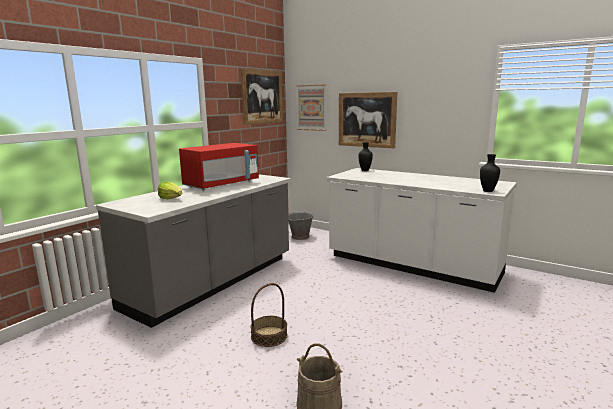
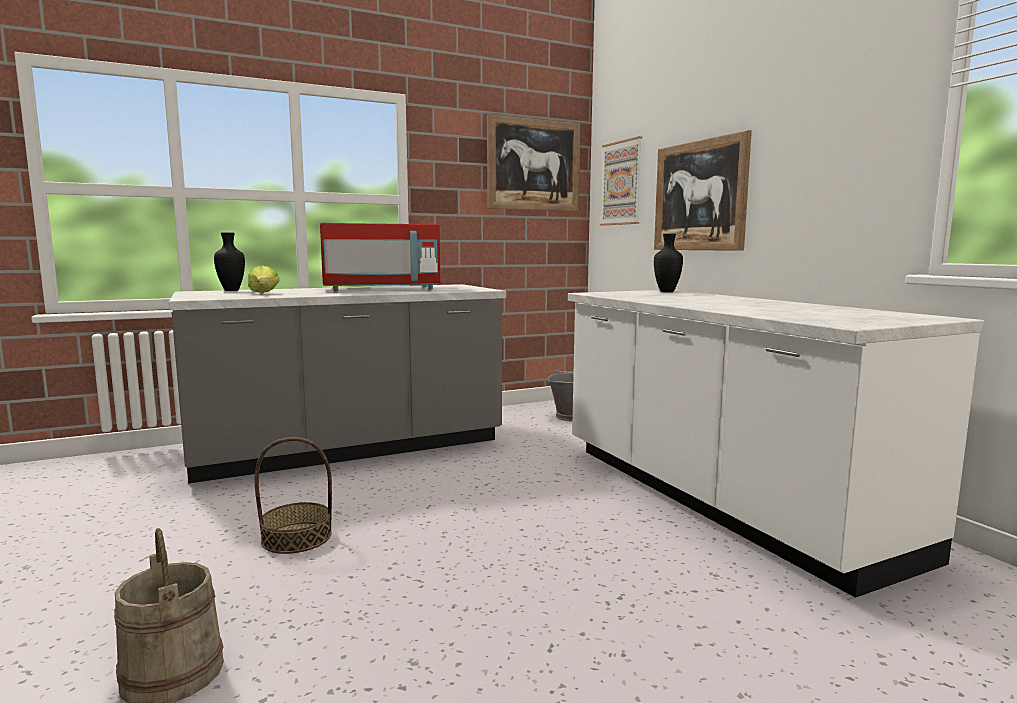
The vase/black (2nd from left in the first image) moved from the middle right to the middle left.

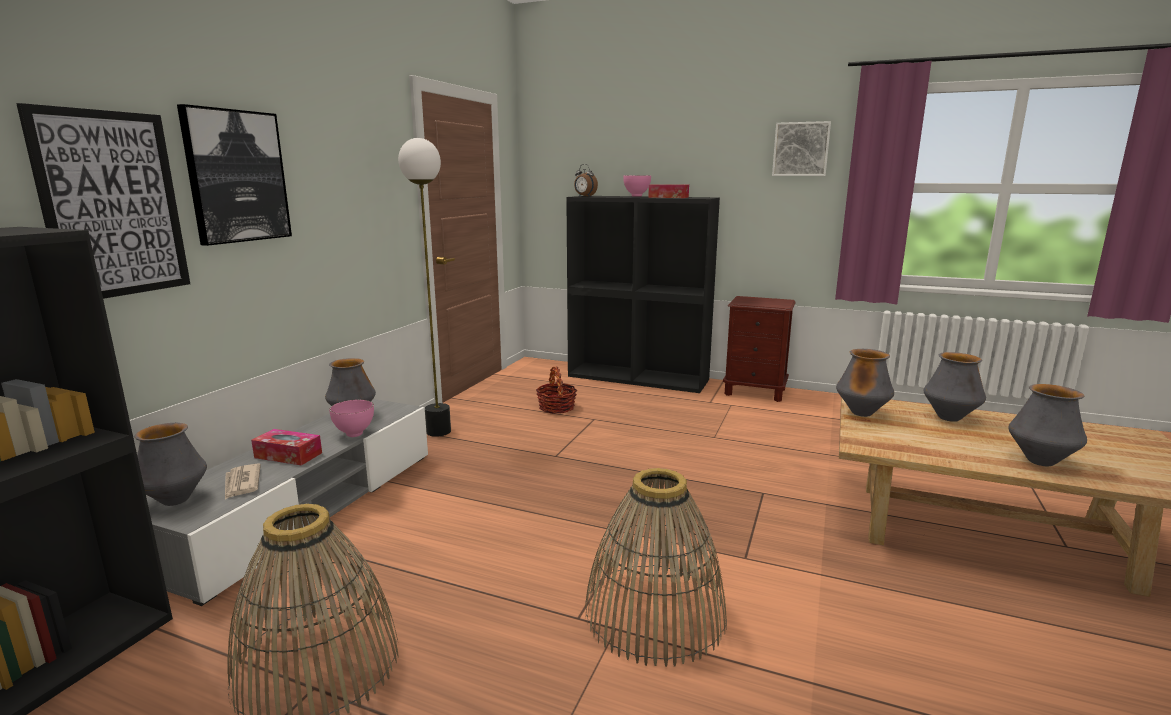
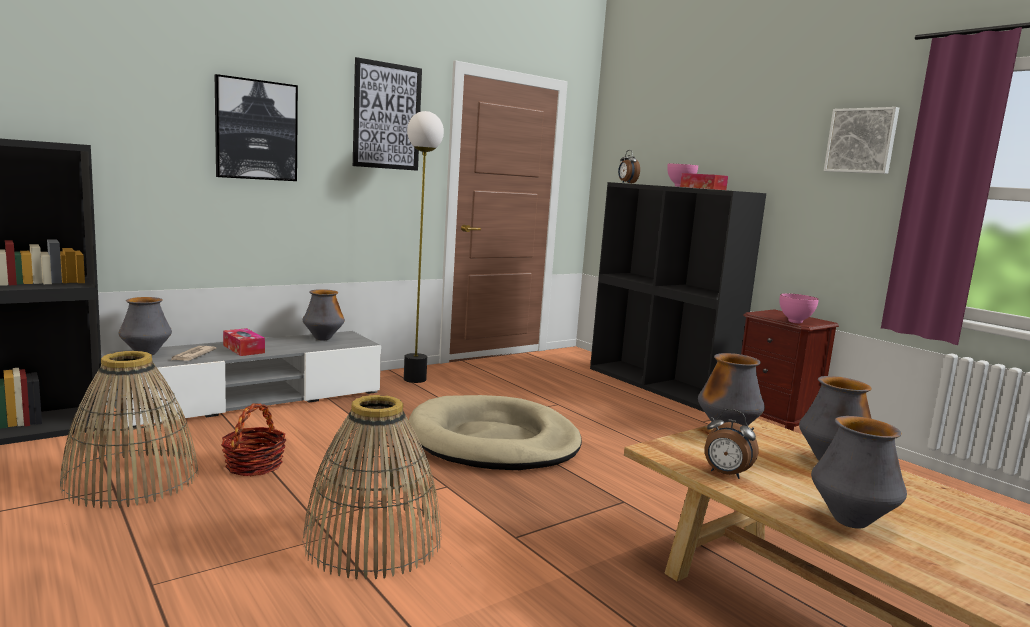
The basket (2nd from left) moved from the centre to the bottom left.
The picture (1st from left in the first image) moved from the top left to the top centre.
The dog bed/beige at the bottom centre appeared.
The alarm clock (2nd from left) at the bottom right appeared.
The bowl/pink (1st from left in the first image) moved from the middle left to the middle right.

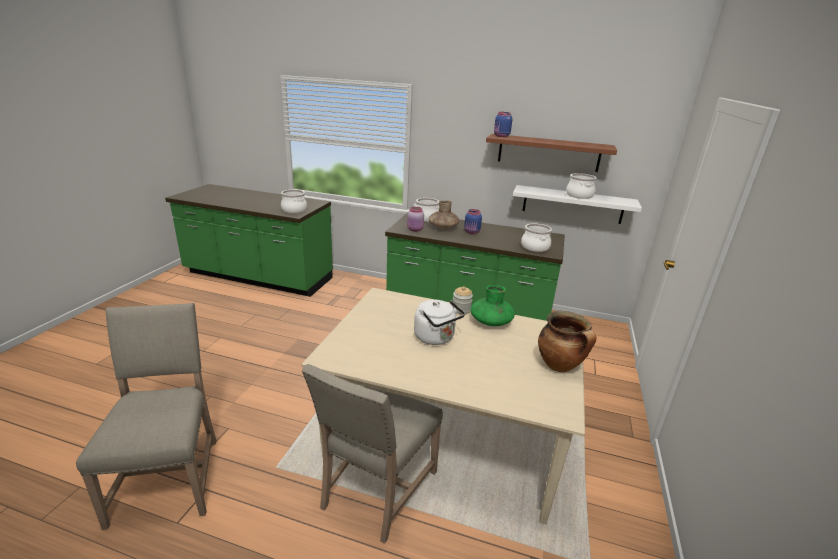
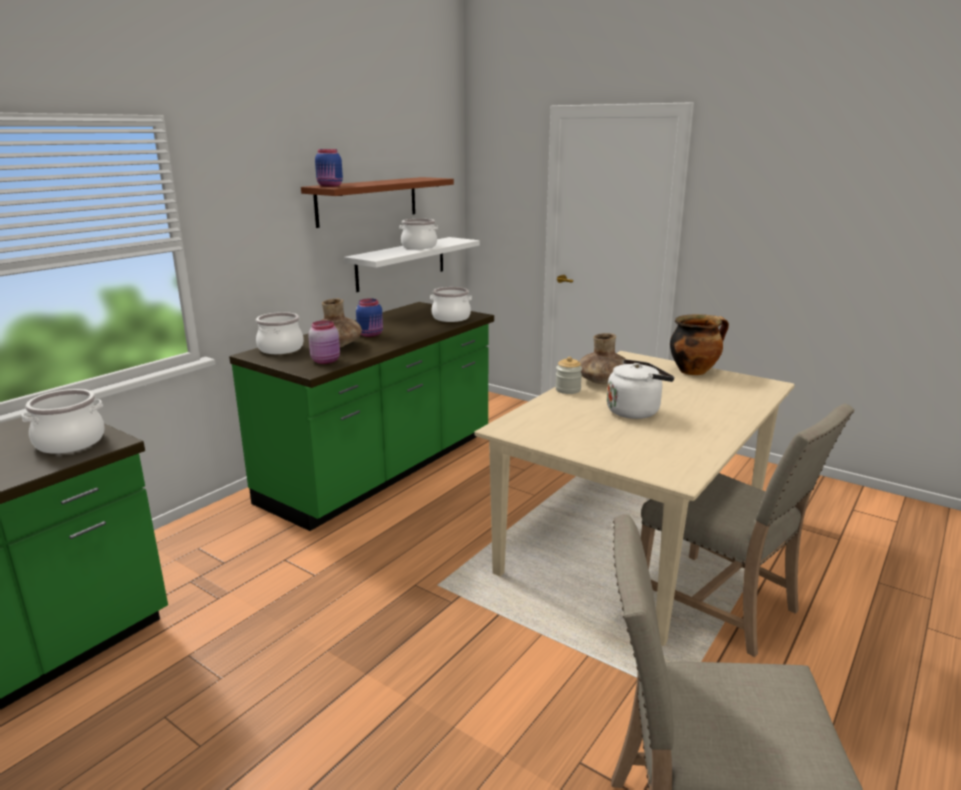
The vase/green at the centre became the vase/brown (2nd from left) at the centre.

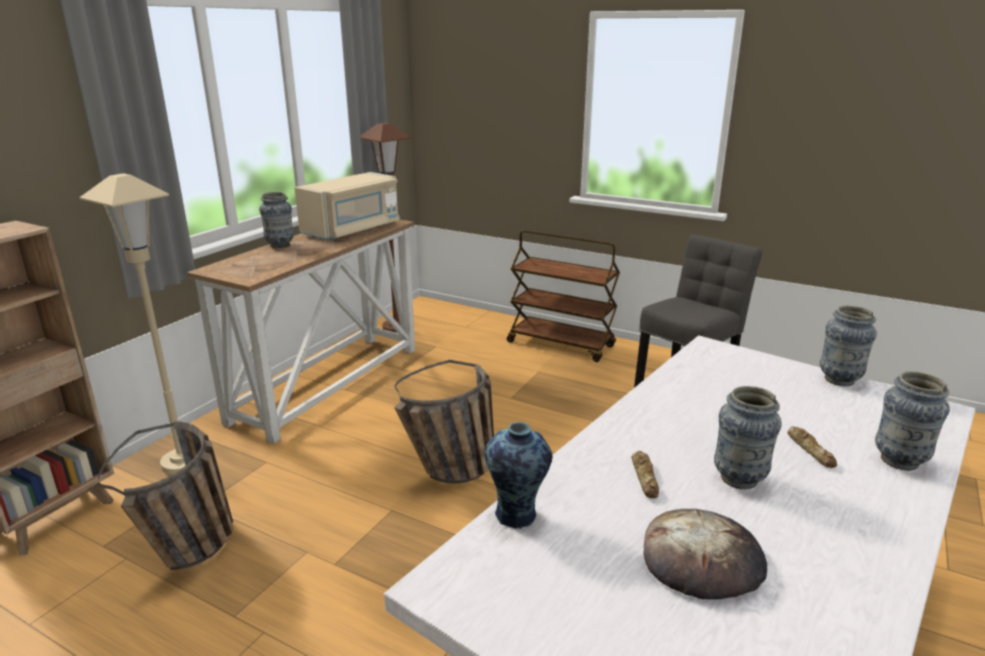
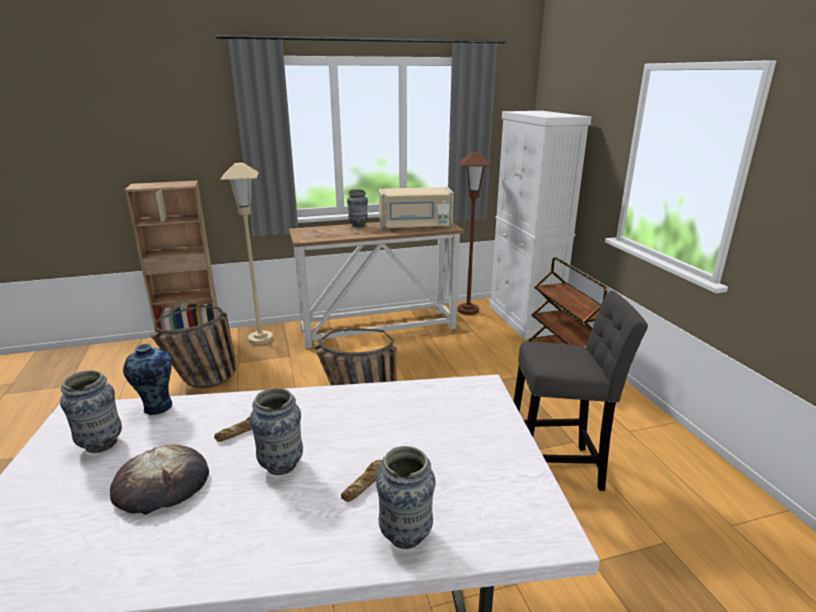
The vase (4th from left in the first image) moved from the middle right to the bottom left.
The cabinet/white at the centre appeared.

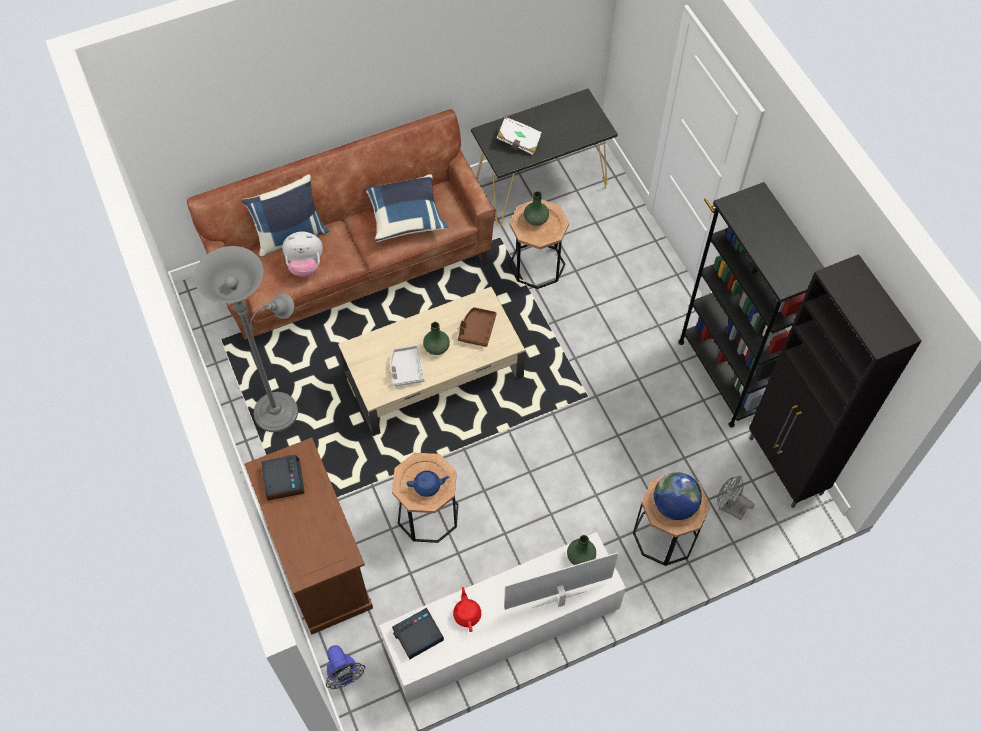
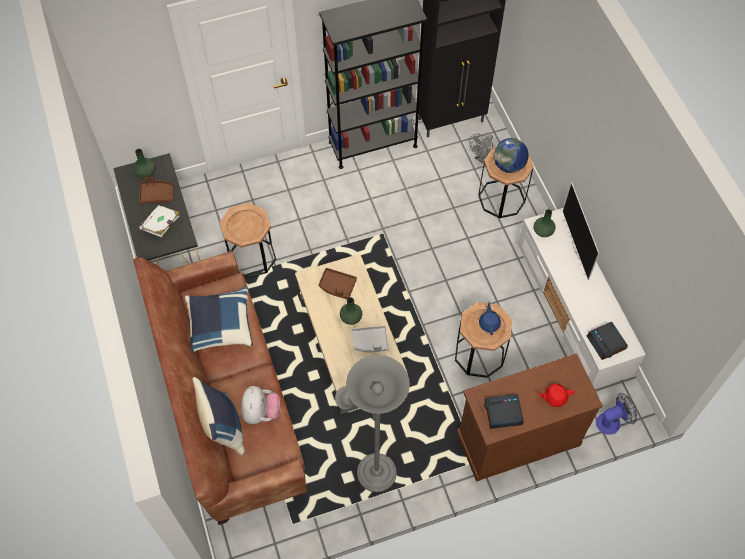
The vase/green (2nd from left in the first image) moved from the top centre to the top left.
The tray/brown (1st from left) at the middle left appeared.
The teapot/red moved from the bottom centre to the bottom right.

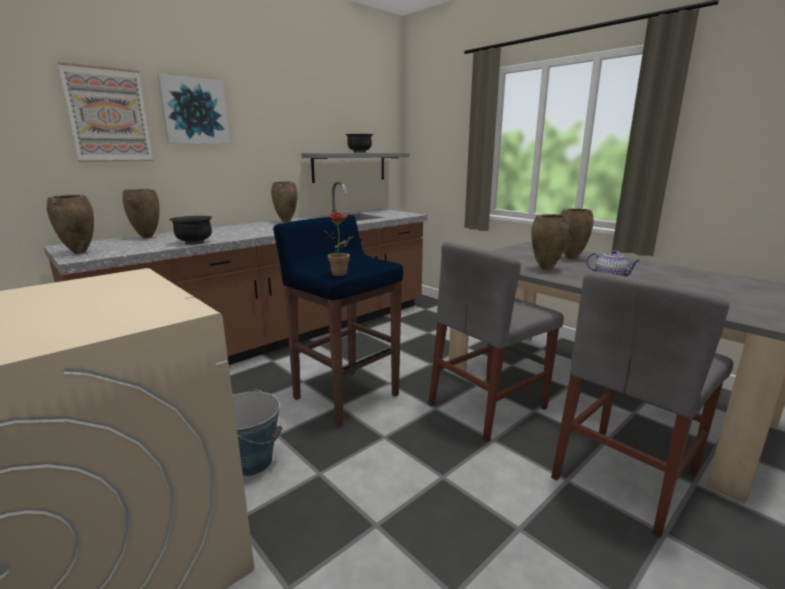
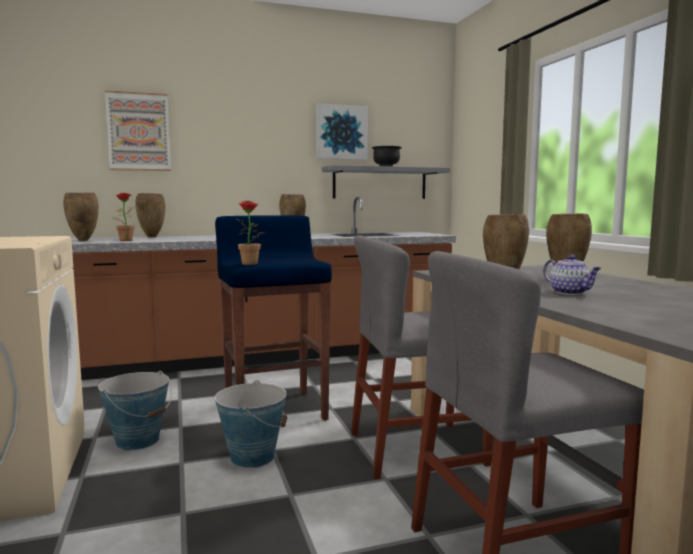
The potted plant (1st from left) at the middle left appeared.
The bucket (2nd from left) at the bottom centre appeared.
The picture (2nd from left) moved from the top left to the top centre.
The bowl/black (1st from left) at the middle left disappeared.

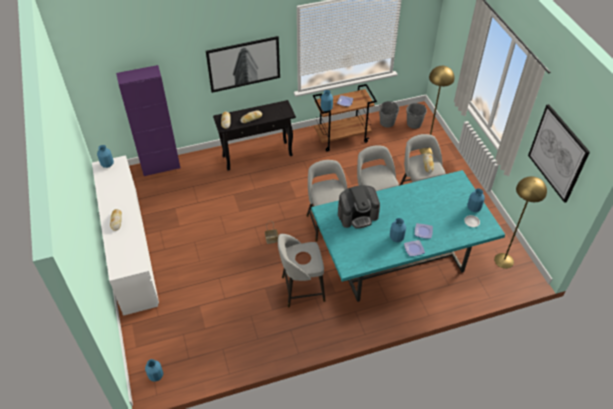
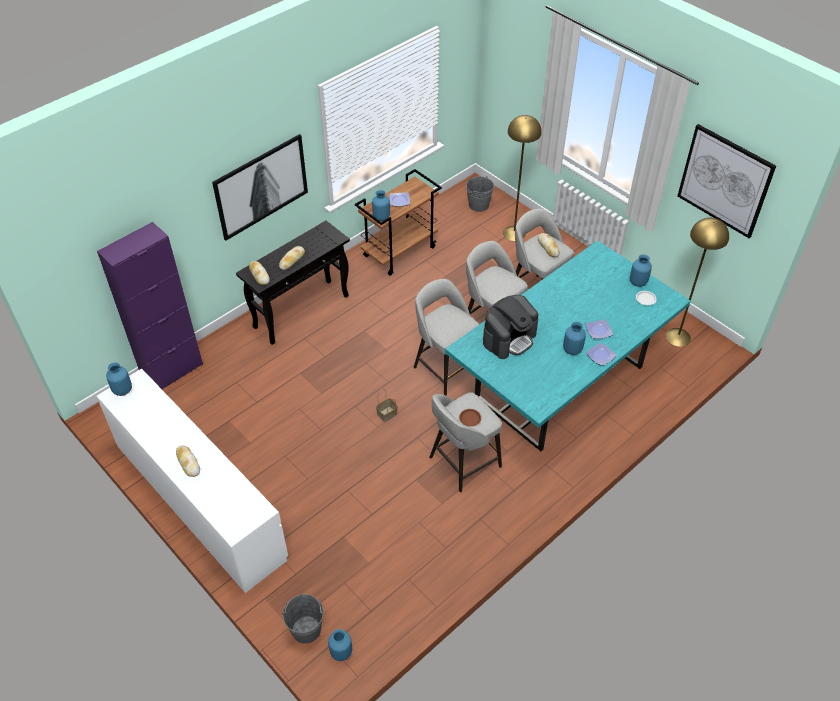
The bucket/grey (1st from left) moved from the top centre to the bottom centre.

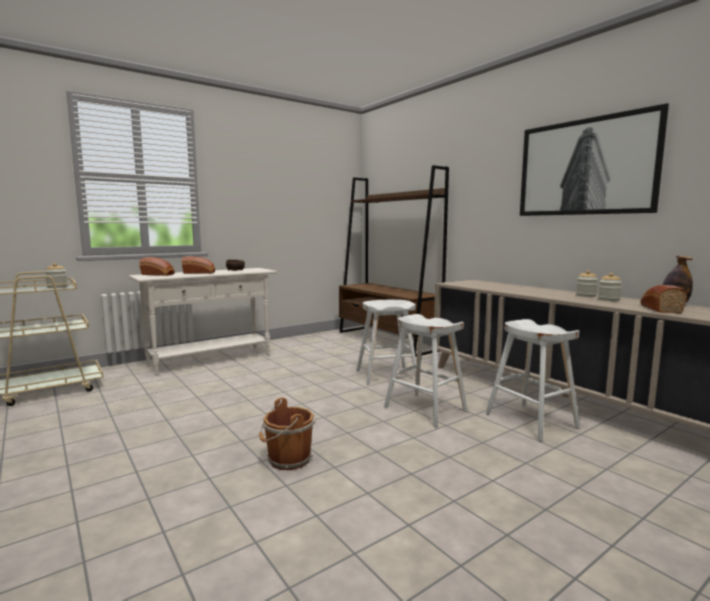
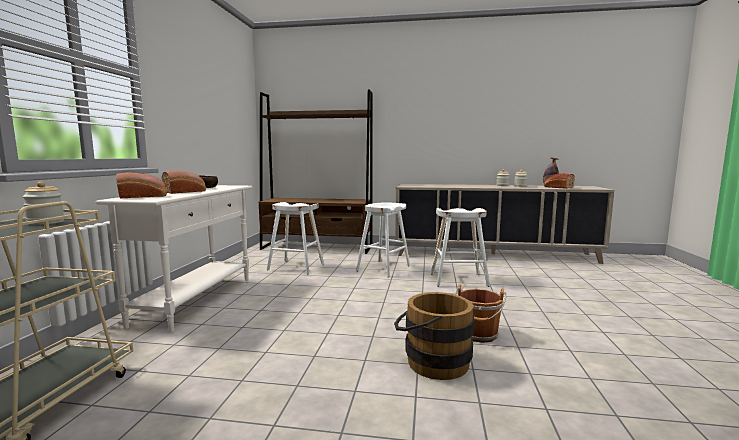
The stool/white (3rd from left in the first image) moved from the middle right to the centre.
The bucket/brown (1st from left) at the bottom centre appeared.
The picture at the top right disappeared.

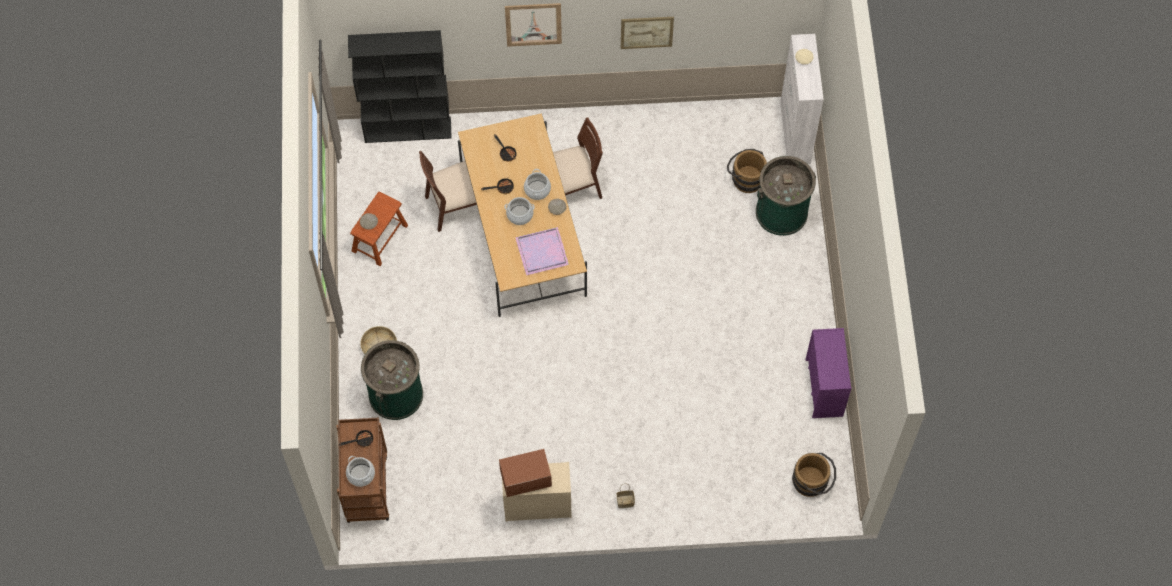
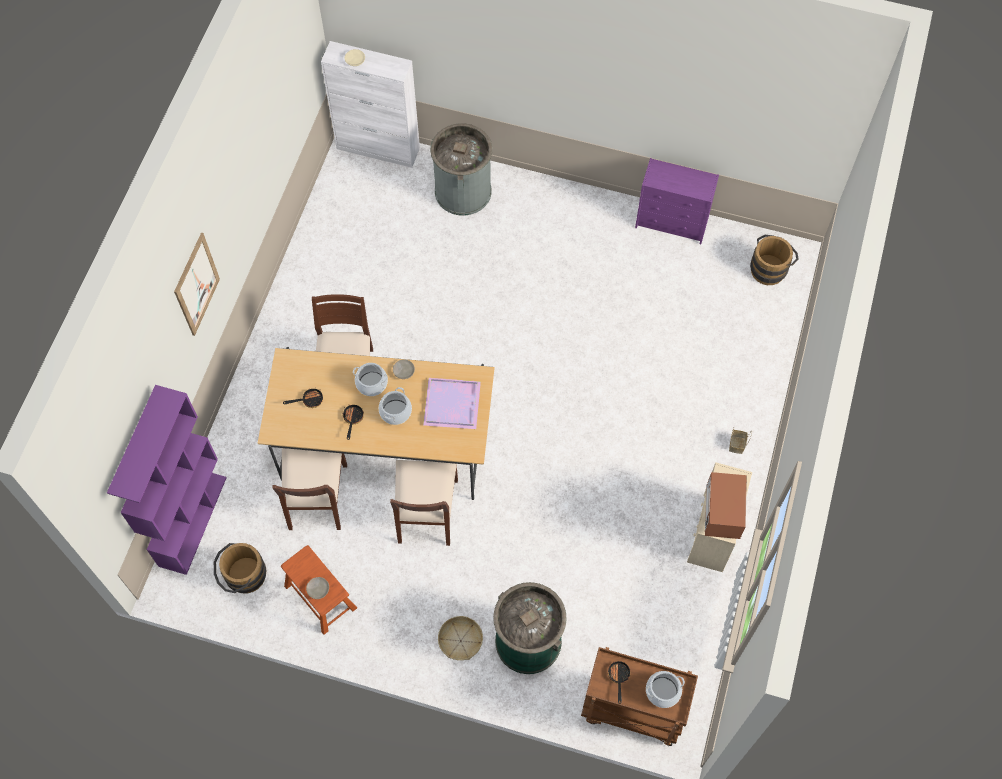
The bookcase/black at the top centre became the bookcase/purple at the middle left.
The bucket/brown (1st from left) moved from the top centre to the bottom left.
The chair/brown (3rd from left) at the centre appeared.
The trash can/green (2nd from left) at the middle right became the trash can/grey at the top centre.
The picture (2nd from left) at the top centre disappeared.

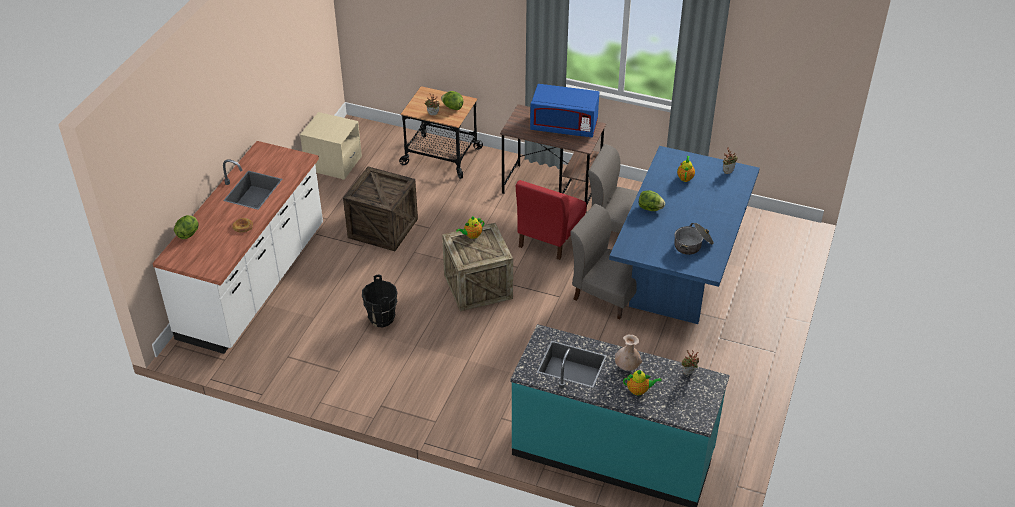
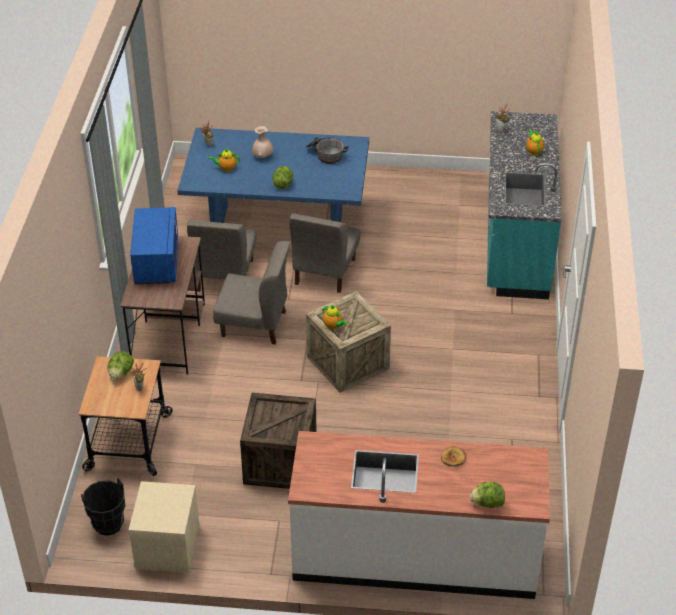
The bucket/black moved from the centre to the bottom left.
The chair/red at the centre became the chair/grey (2nd from left) at the centre.
The vase/beige moved from the bottom centre to the top centre.

